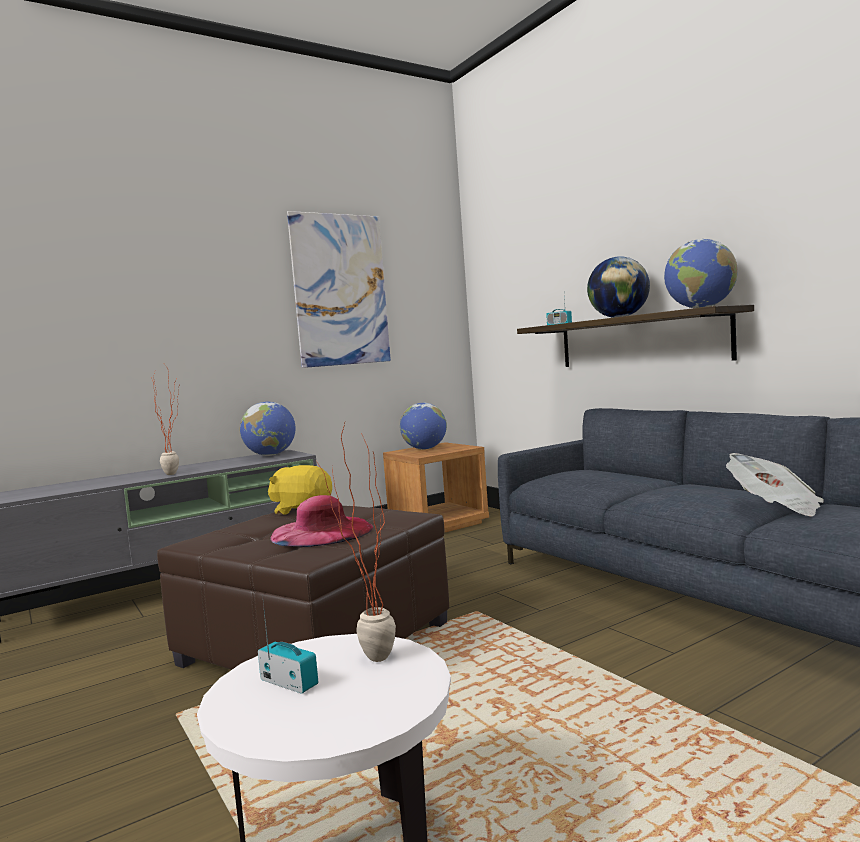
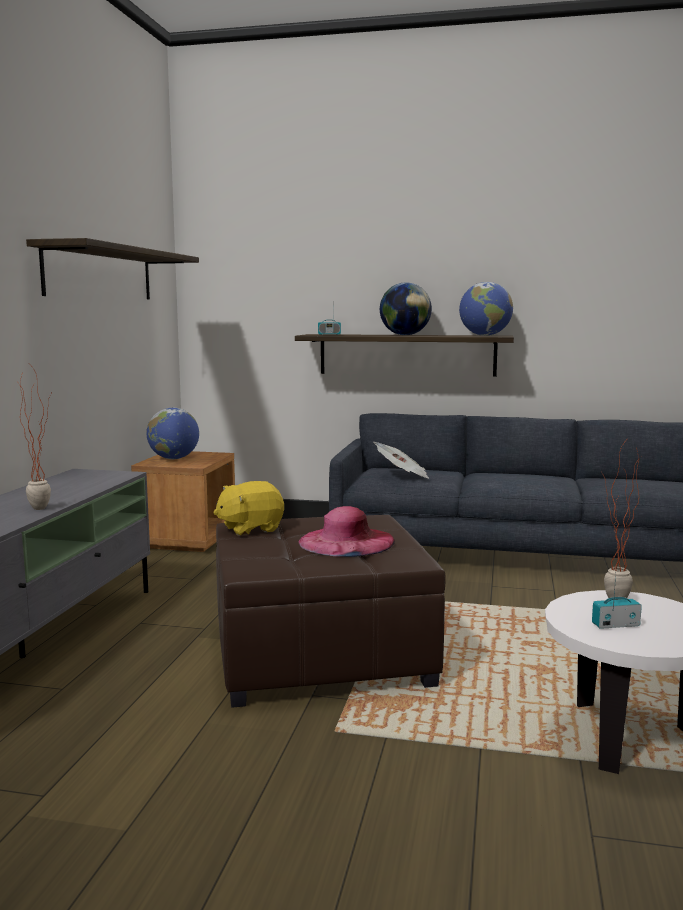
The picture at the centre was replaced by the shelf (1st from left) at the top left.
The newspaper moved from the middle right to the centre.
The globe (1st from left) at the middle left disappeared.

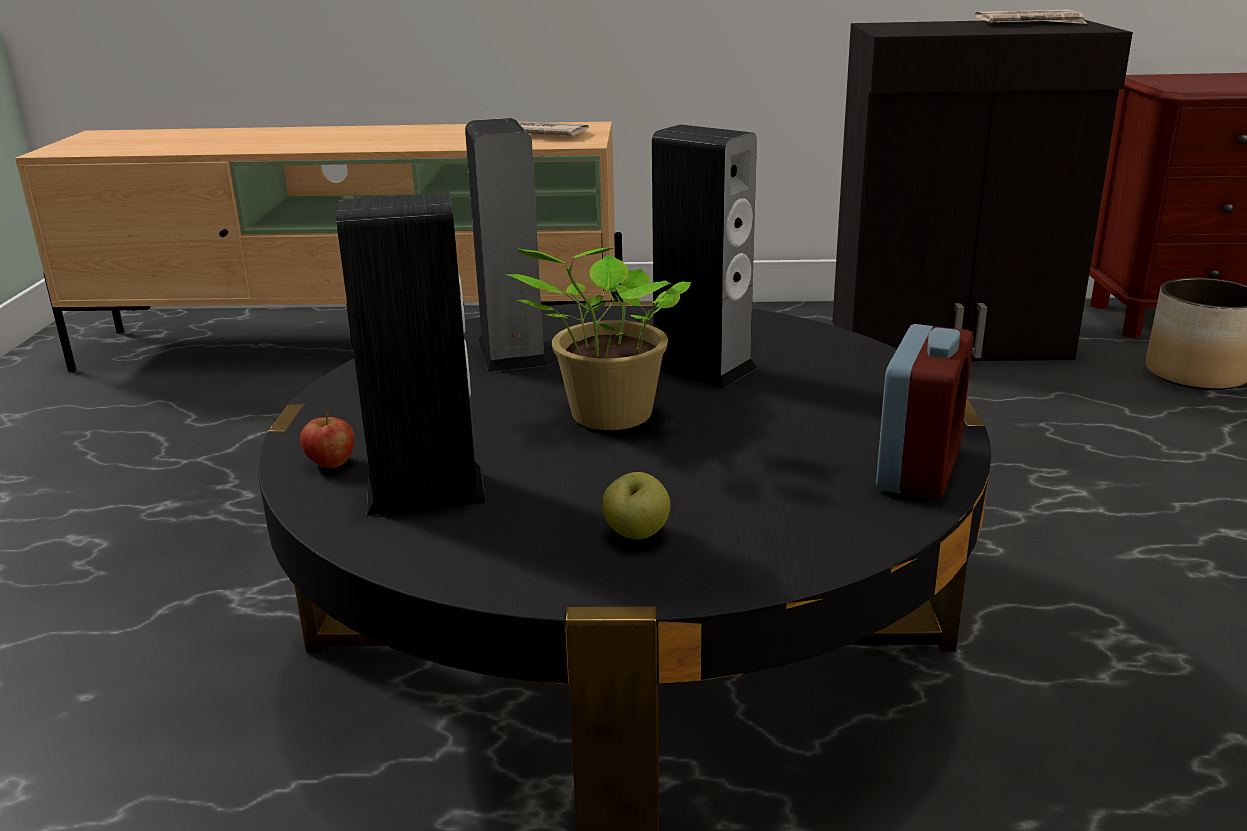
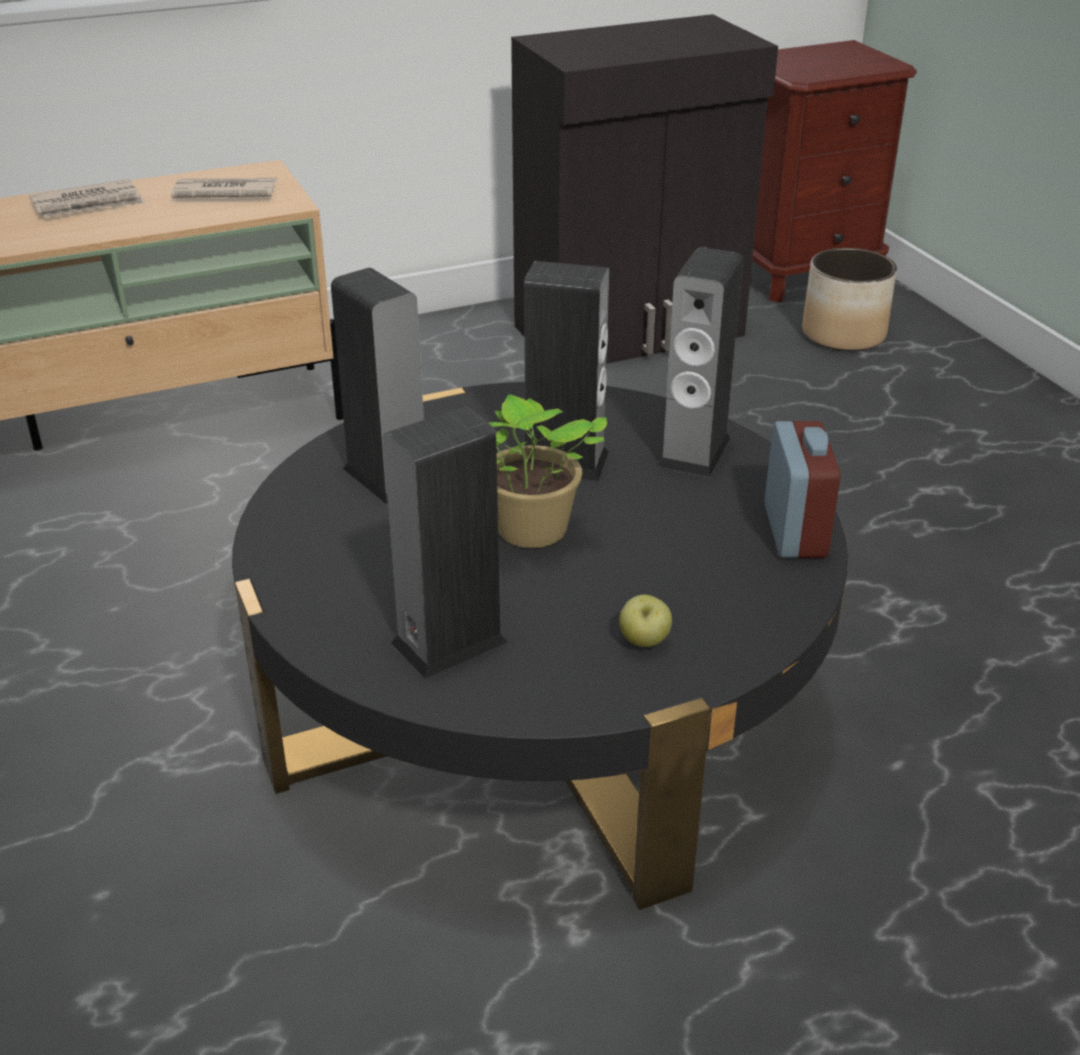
The newspaper (2nd from left in the first image) moved from the top right to the top left.
The speaker (4th from left) at the centre appeared.
The apple (1st from left) at the middle left disappeared.

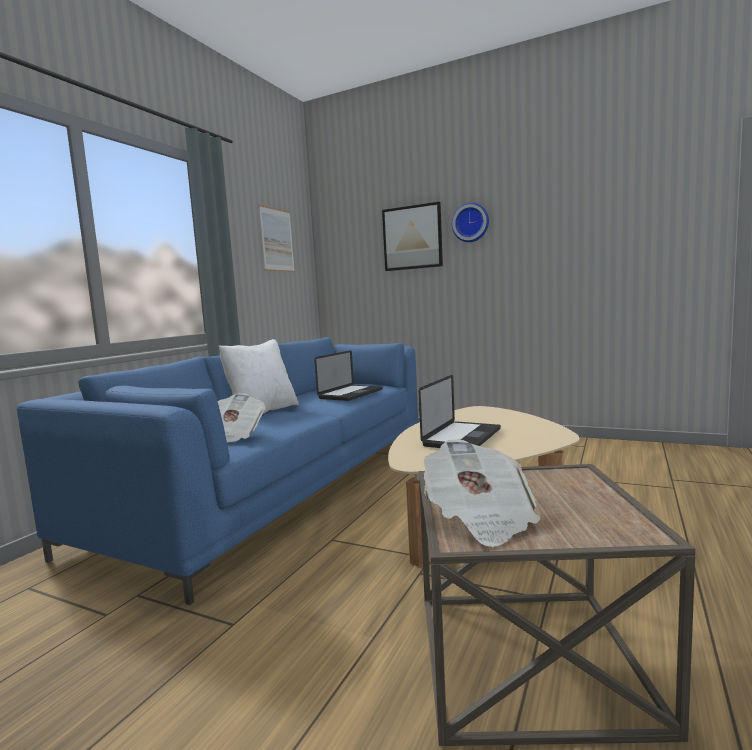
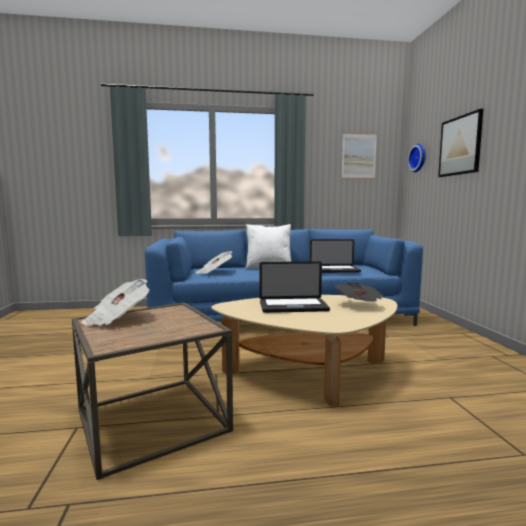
The newspaper (3rd from left) at the middle right appeared.
The wall clock moved from the top centre to the top right.

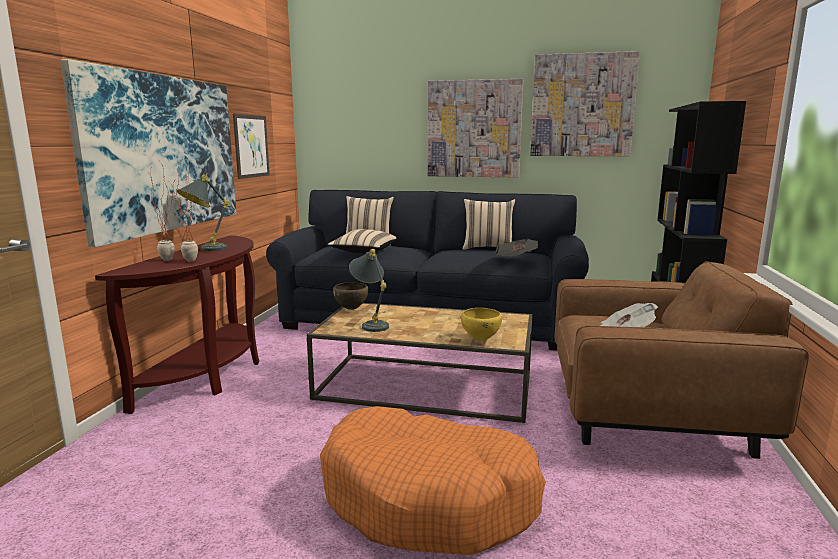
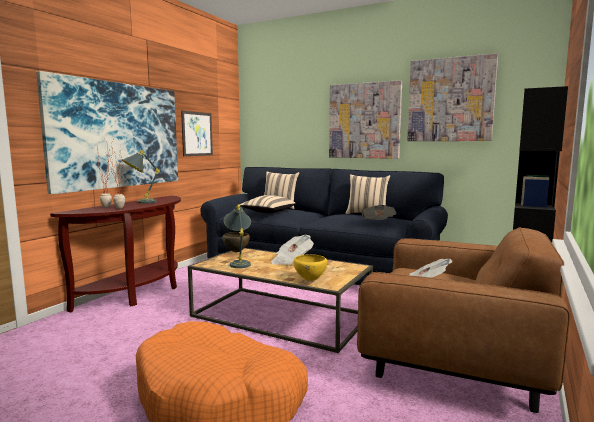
The newspaper (1st from left) at the centre appeared.

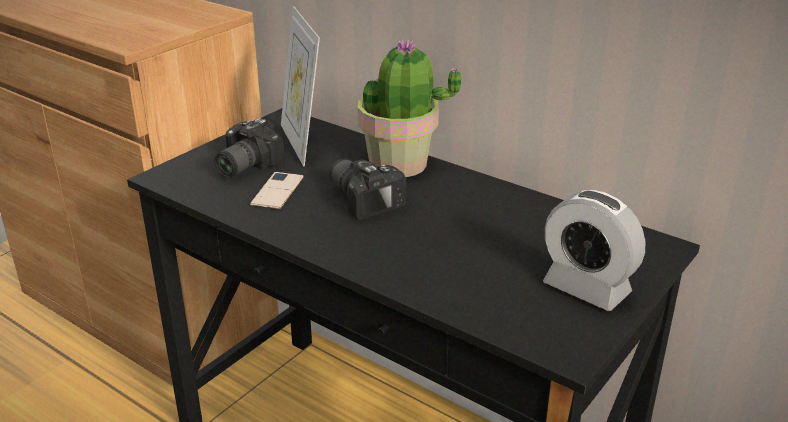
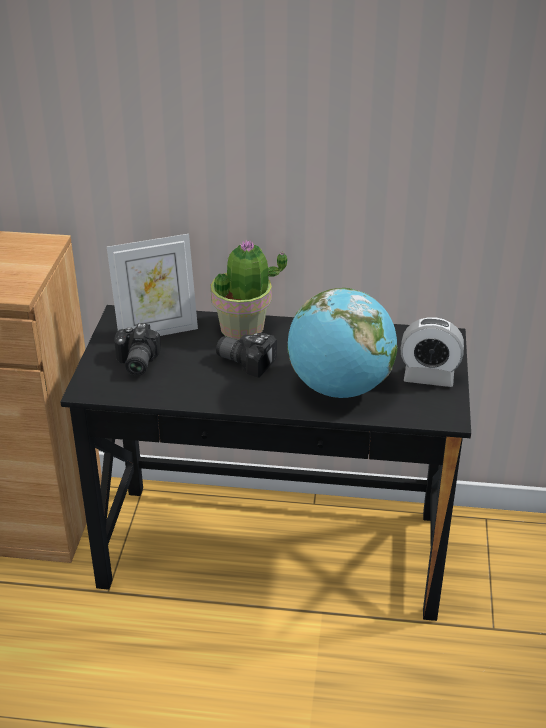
The picture frame at the top centre turned 60 degrees counterclockwise.
The globe at the centre appeared.
The phone at the centre disappeared.

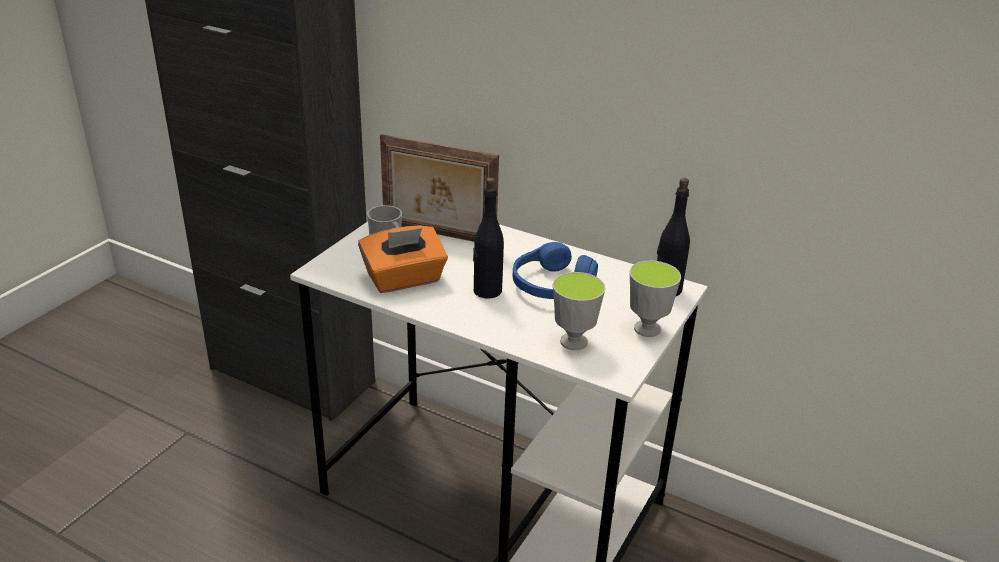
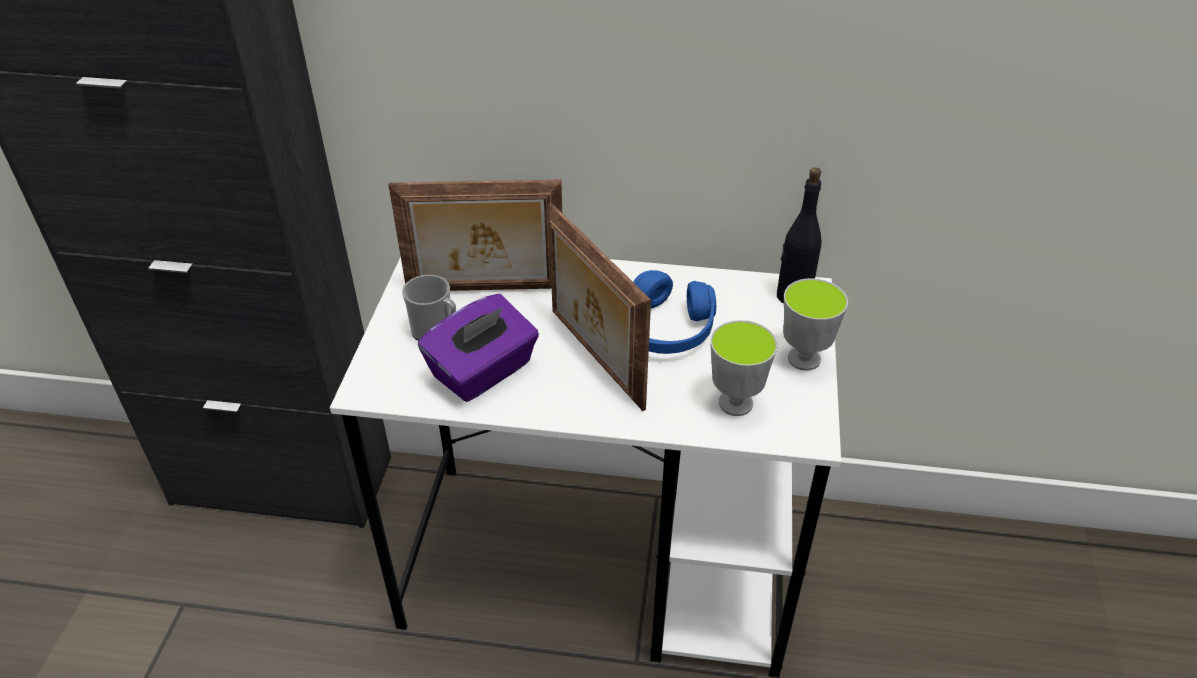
The tissue box/orange at the centre became the tissue box/purple at the centre.
The bottle/black (1st from left) at the centre was replaced by the picture frame (2nd from left) at the centre.

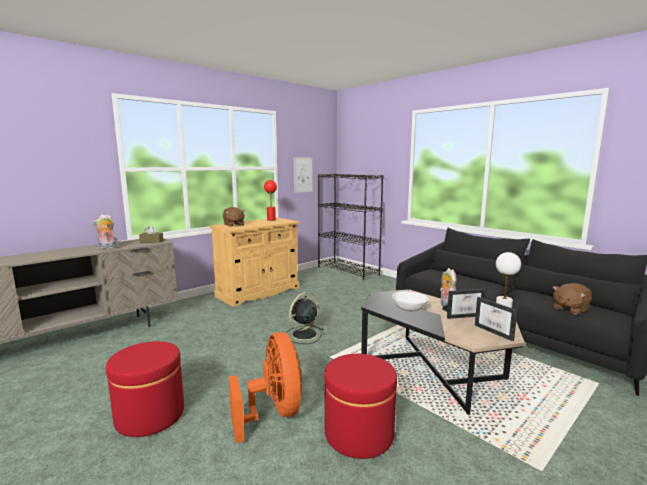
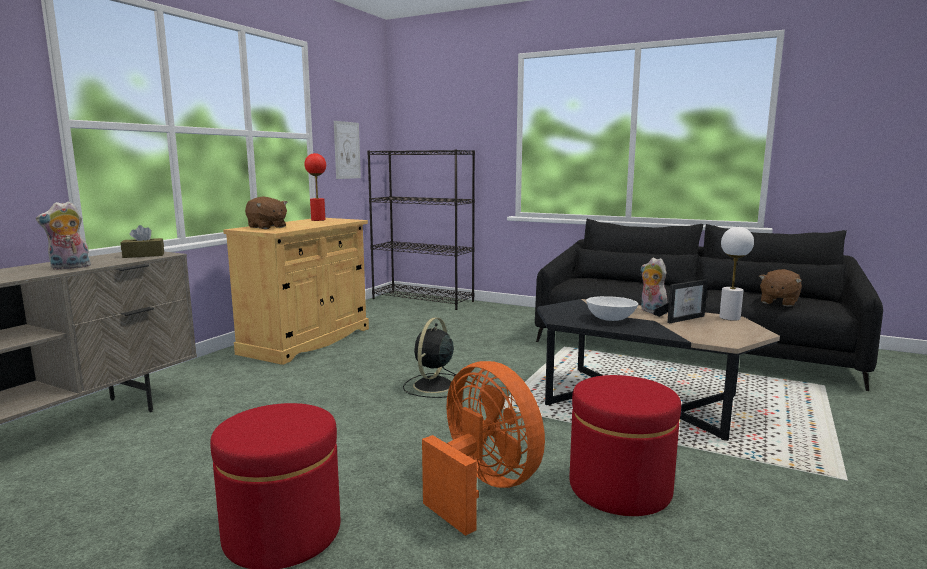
The picture frame (2nd from left) at the middle right disappeared.

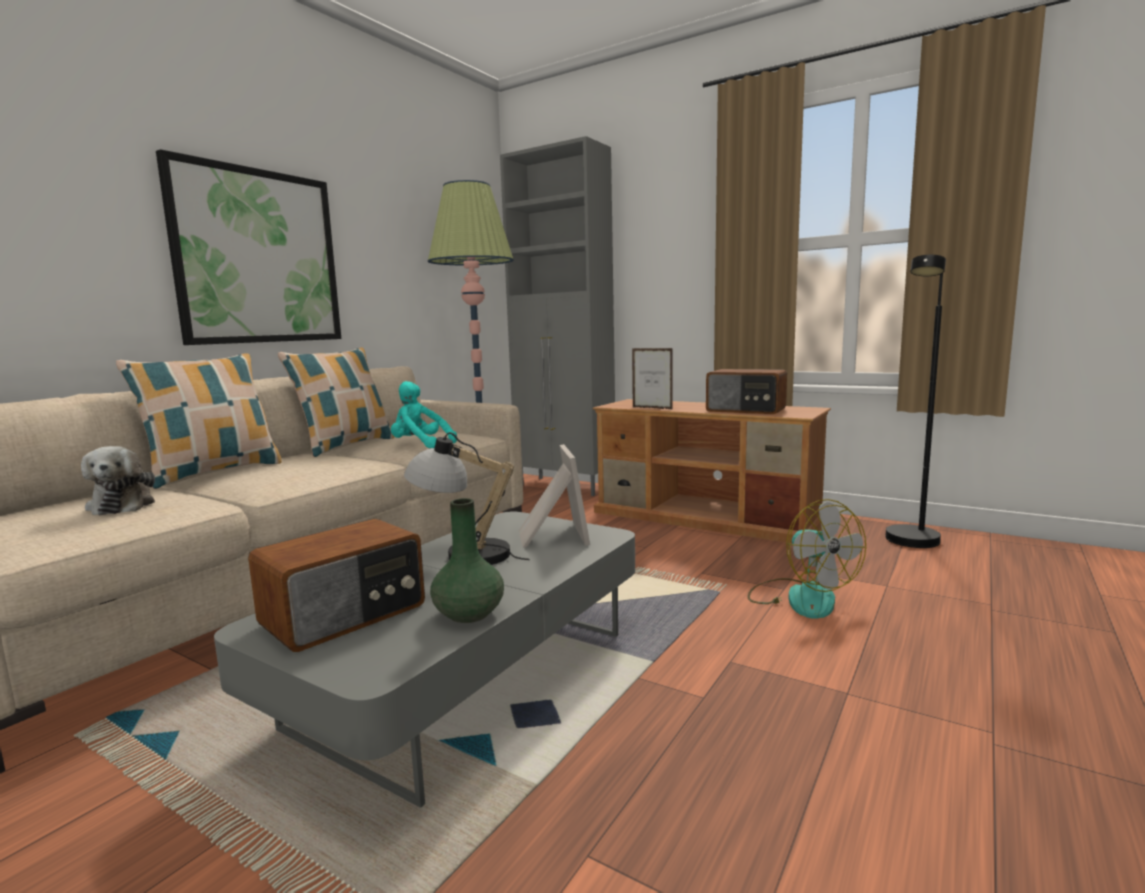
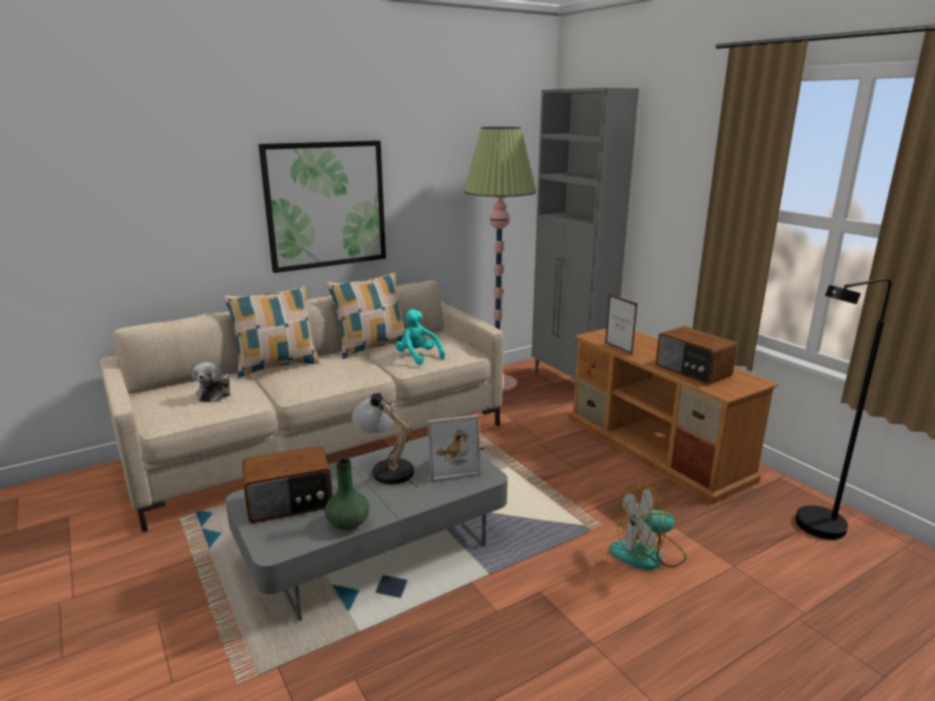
The picture frame (1st from left) at the centre turned 60 degrees clockwise.
The fan at the middle right turned 75 degrees clockwise.

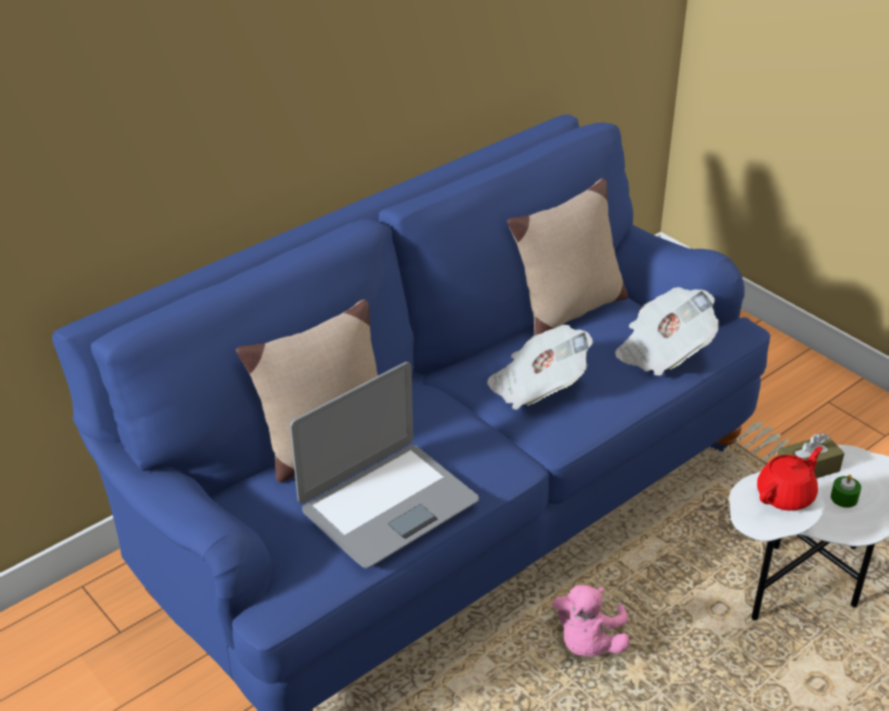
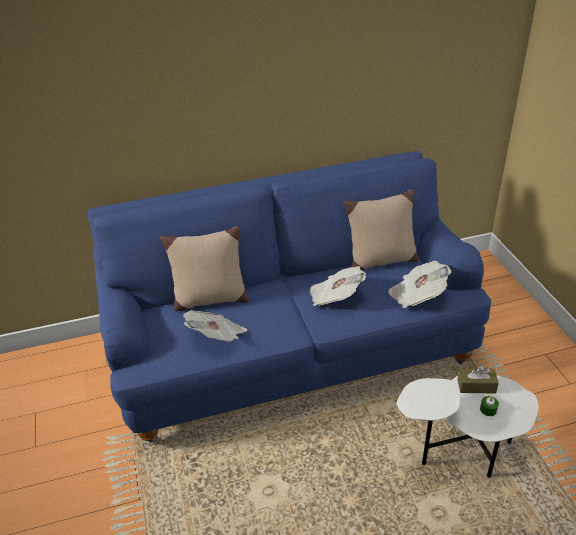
The laptop at the centre was replaced by the newspaper (1st from left) at the centre.
The plush toy/pink at the bottom centre disappeared.
The teapot/red at the bottom right disappeared.

